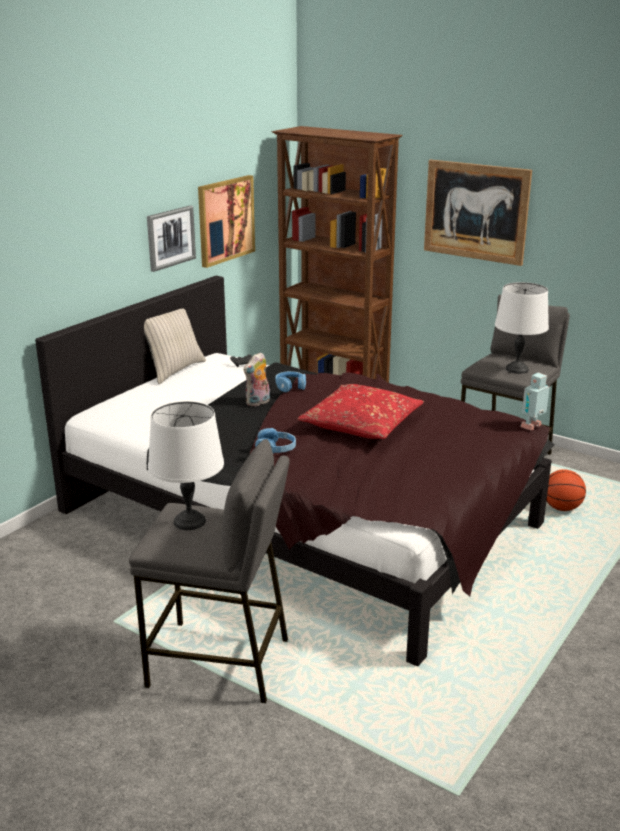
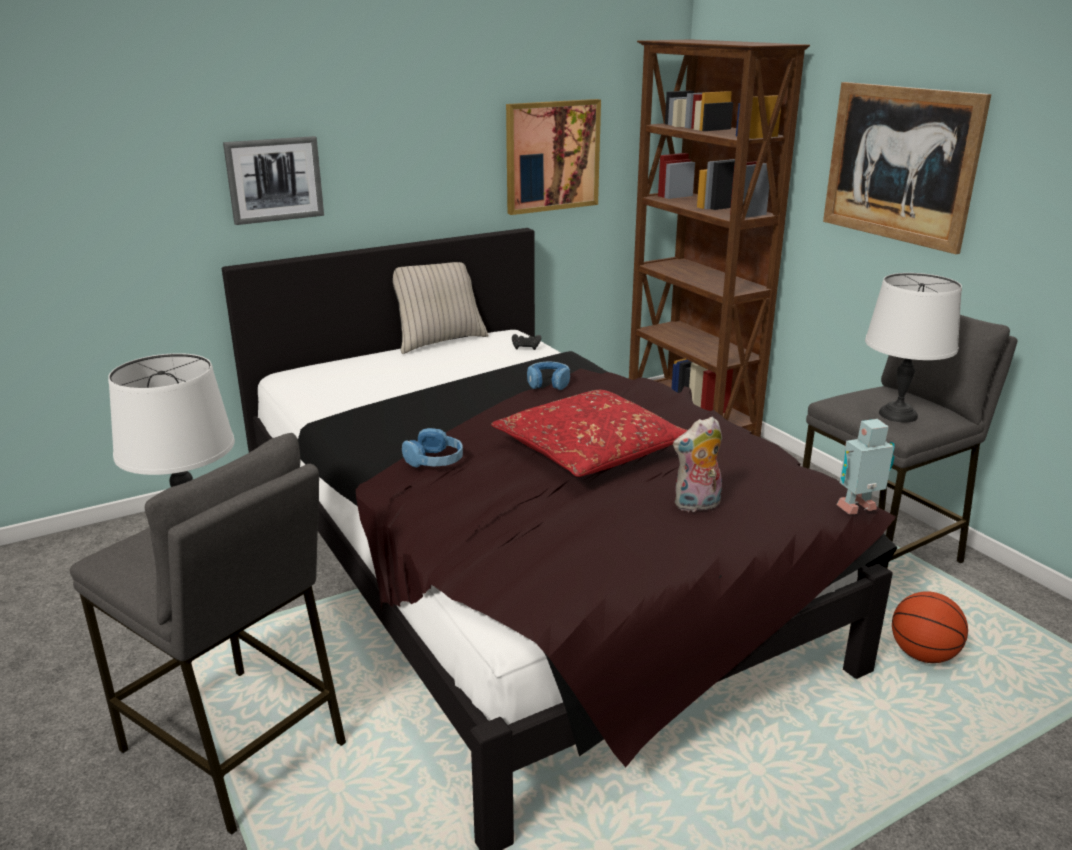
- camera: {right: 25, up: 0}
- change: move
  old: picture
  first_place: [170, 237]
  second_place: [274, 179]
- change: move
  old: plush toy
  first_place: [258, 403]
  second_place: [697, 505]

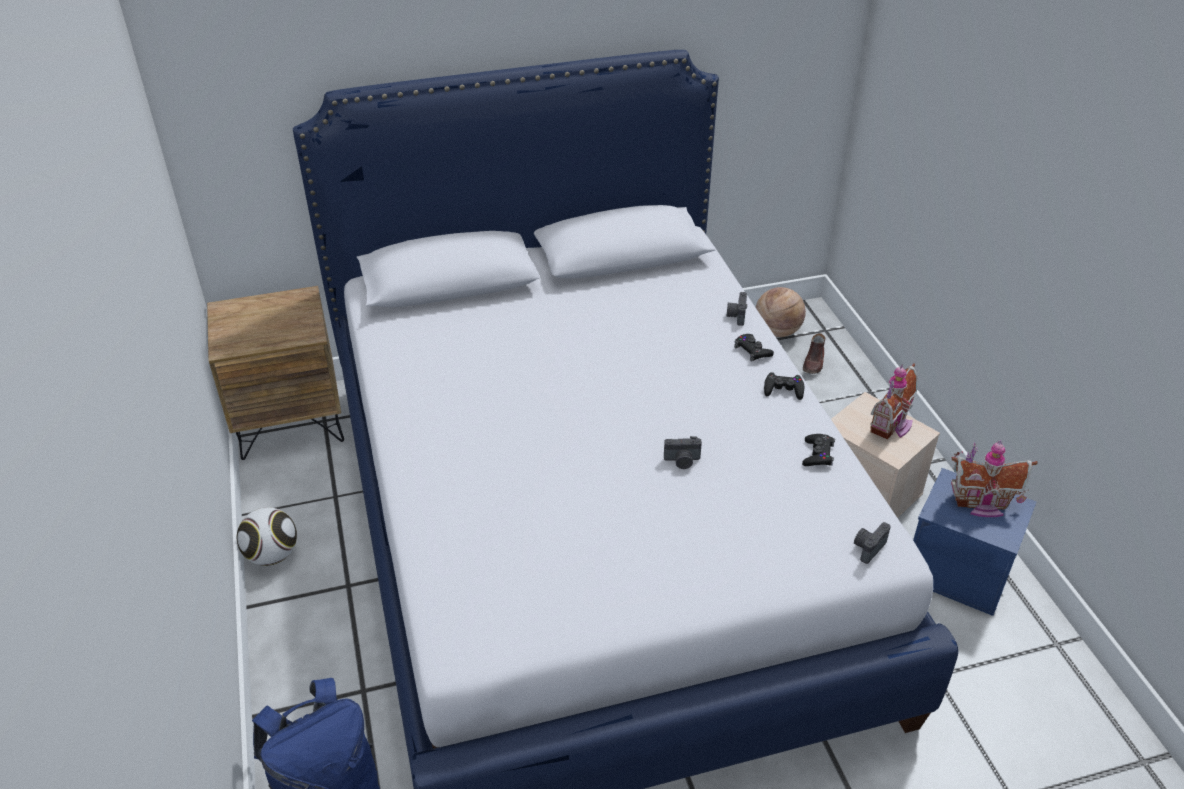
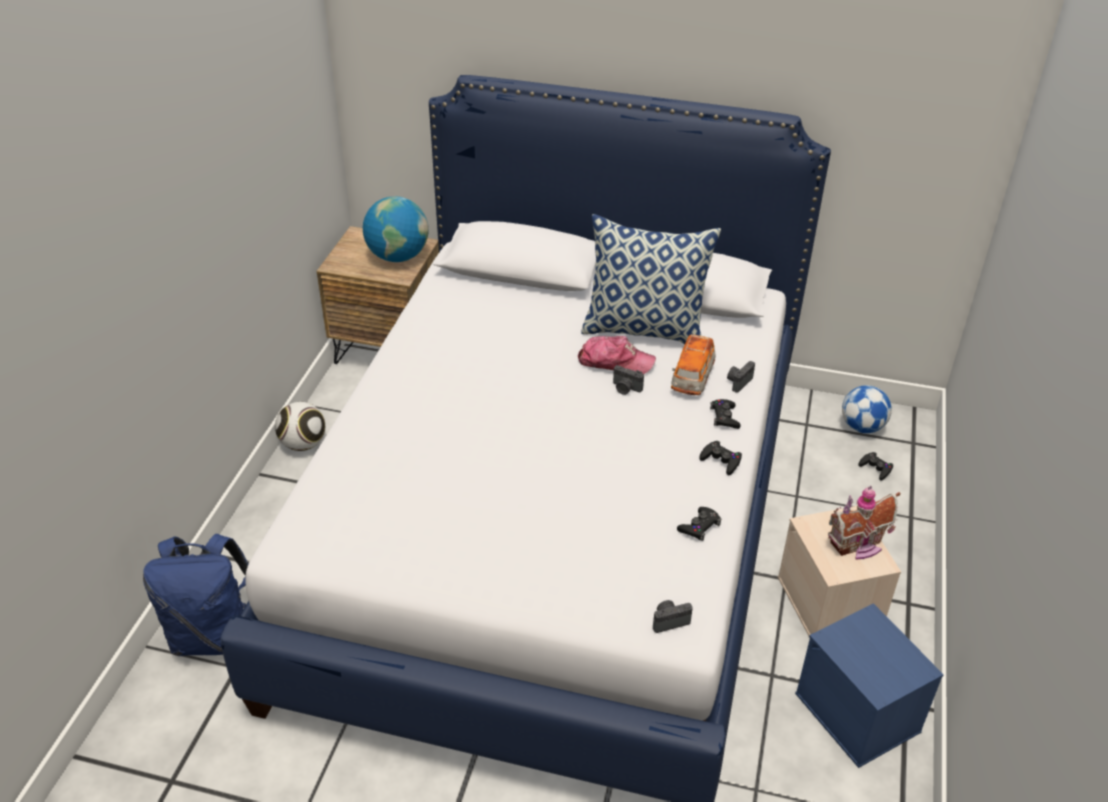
- camera: {right: 30, up: 0}
- change: move
  old: photo camera
  first_place: [682, 461]
  second_place: [625, 388]
- change: replace
  old: basketball
  new: football
  first_place: [777, 332]
  second_place: [862, 427]
- change: replace
  old: brown shoe
  new: black game controller
  first_place: [814, 362]
  second_place: [875, 468]
- change: delete
  old: toy house
  first_place: [981, 504]
- change: insert
  new: globe
  second_place: [398, 256]
- change: insert
  new: cap
  second_place: [615, 362]
- change: insert
  new: pillow
  second_place: [645, 330]
- change: insert
  new: toy car
  second_place: [692, 378]

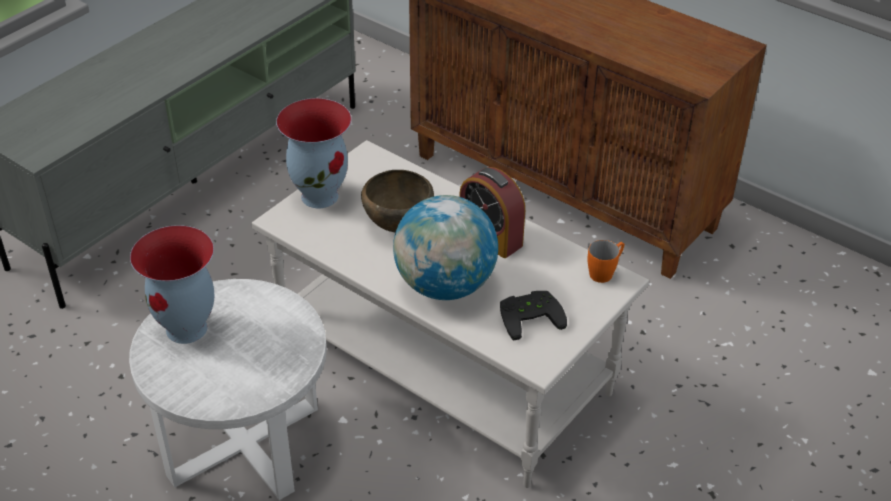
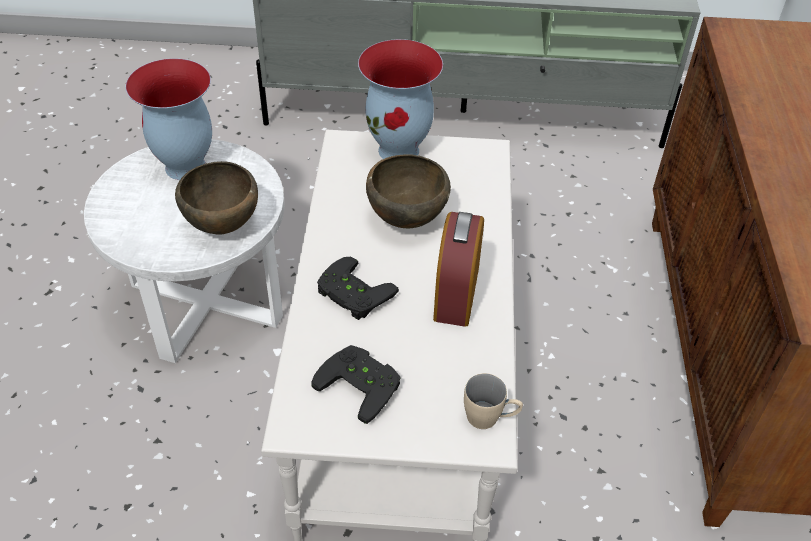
- camera: {right: 55, up: 5}
- change: replace
  old: globe
  new: black game controller
  first_place: [445, 285]
  second_place: [351, 294]
- change: recolor
  old: orange mug
  new: beige mug
  first_place: [605, 272]
  second_place: [490, 418]
- change: insert
  new: brown bowl
  second_place: [223, 226]

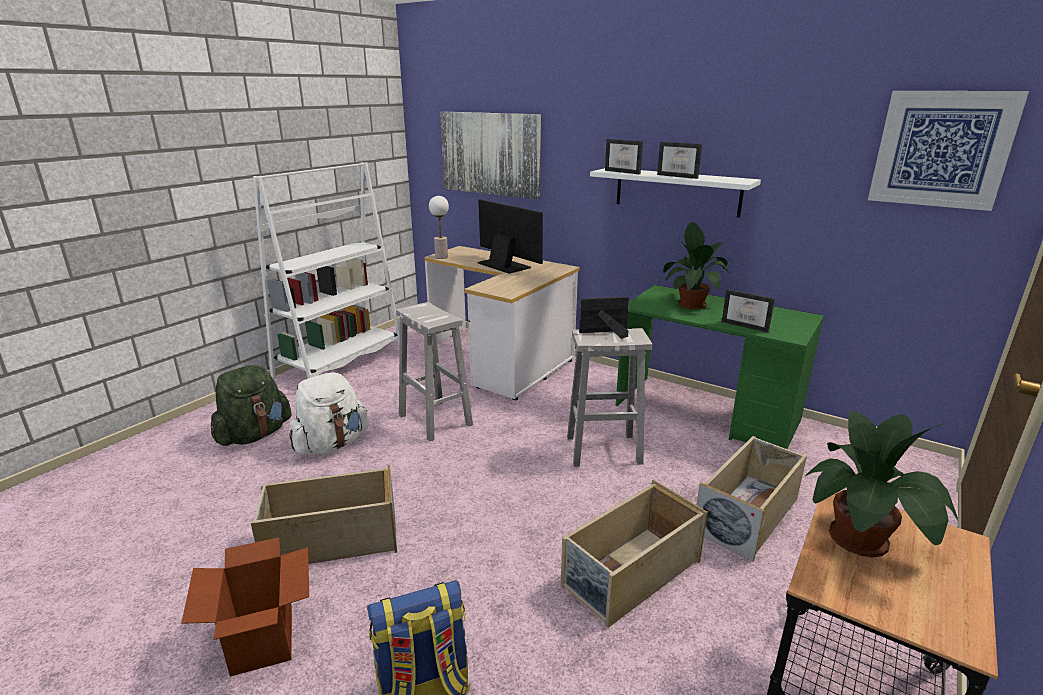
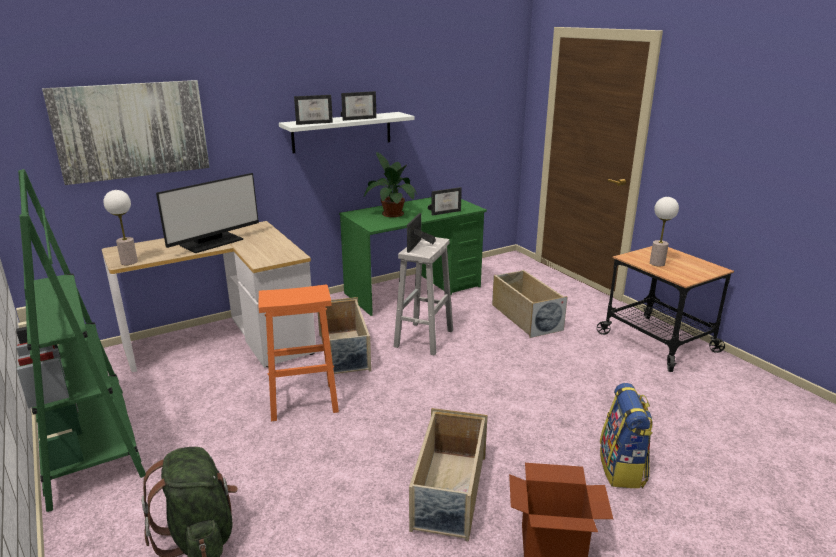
- camera: {right: -65, up: 0}
- change: recolor
  old: white bookcase
  new: green bookcase
  first_place: [341, 364]
  second_place: [90, 444]
- change: delete
  old: white backpack
  first_place: [331, 444]
- change: recolor
  old: white stool
  new: orange stool
  first_place: [434, 419]
  second_place: [302, 402]
- change: rotate
  old: monitor
  first_place: [504, 265]
  second_place: [212, 242]
  degrees: 150
- change: move
  old: beige storage box
  first_place: [630, 574]
  second_place: [345, 353]
- change: replace
  old: potted plant
  new: table lamp
  first_place: [861, 541]
  second_place: [657, 263]
- change: delete
  old: picture
  first_place: [941, 149]

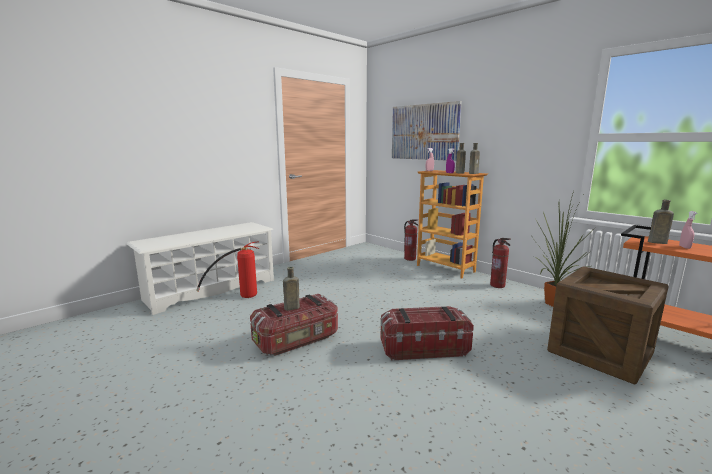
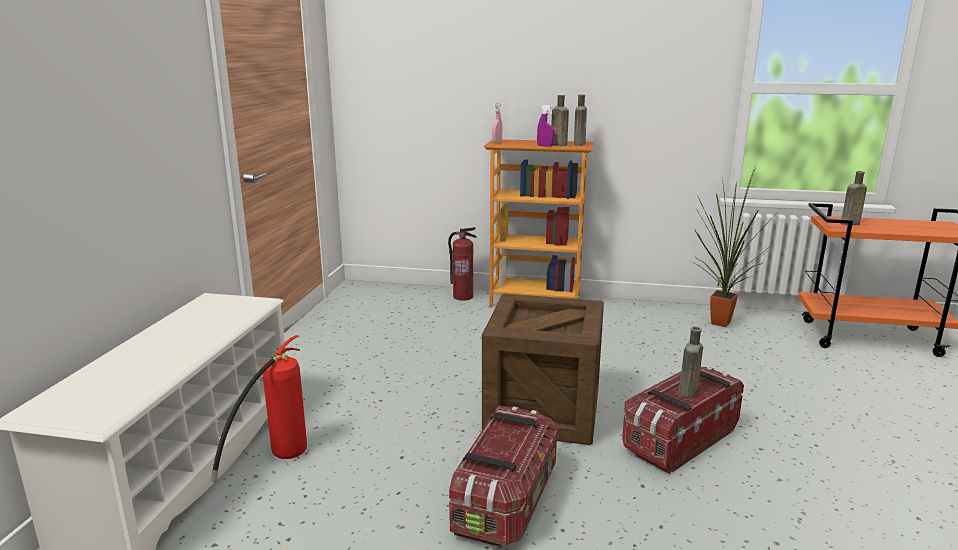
- camera: {right: -35, up: 5}
- change: move
  old: brown bottle
  first_place: [290, 308]
  second_place: [687, 393]
- change: delete
  old: picture
  first_place: [424, 132]
- change: delete
  old: fire extinguisher
  first_place: [497, 285]
- change: move
  old: crate
  first_place: [599, 352]
  second_place: [542, 411]
- change: delete
  old: pink spray bottle
  first_place: [684, 247]

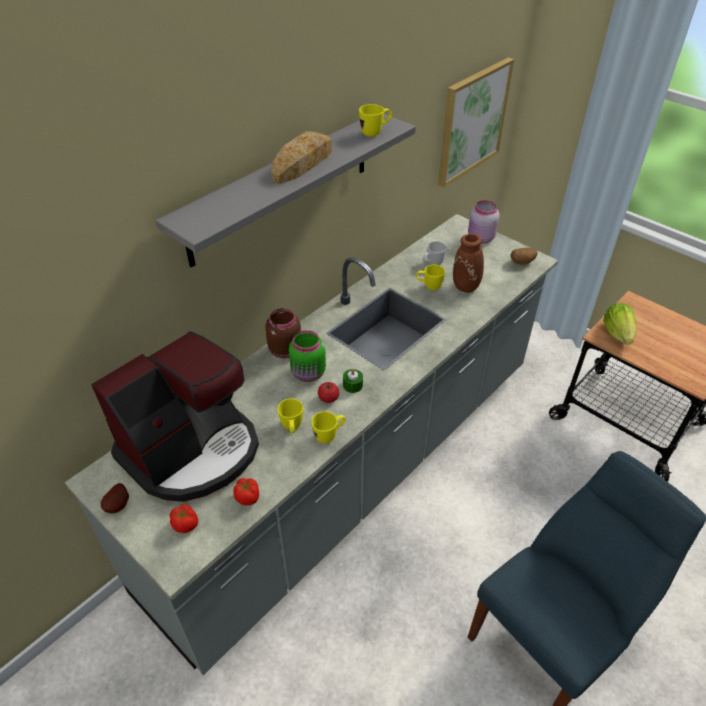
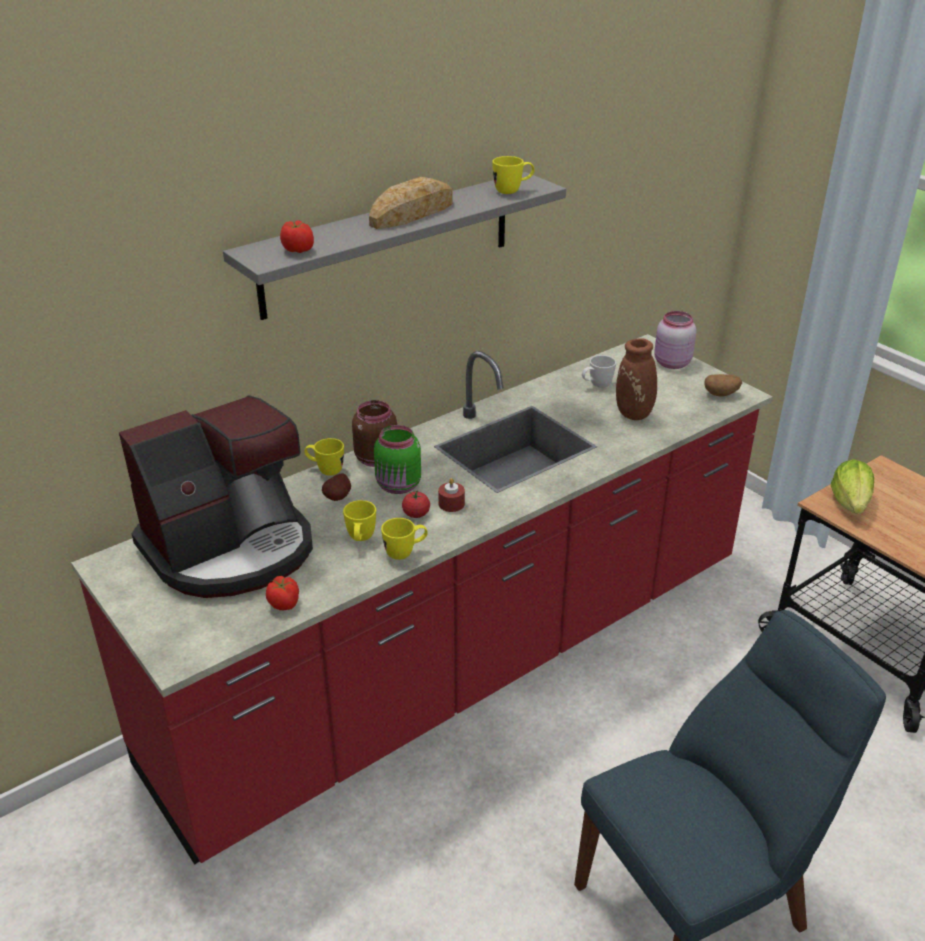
- camera: {right: 10, up: -10}
- change: recolor
  old: grey counter
  new: red counter
  first_place: [352, 471]
  second_place: [462, 661]
- change: move
  old: potato
  first_place: [119, 505]
  second_place: [339, 497]
- change: move
  old: tomato
  first_place: [185, 524]
  second_place: [298, 250]
- change: recolor
  old: green candle
  new: red candle
  first_place: [352, 385]
  second_place: [451, 504]
- change: move
  old: yellow mug
  first_place: [429, 286]
  second_place: [325, 470]
- change: delete
  old: picture
  first_place: [472, 121]

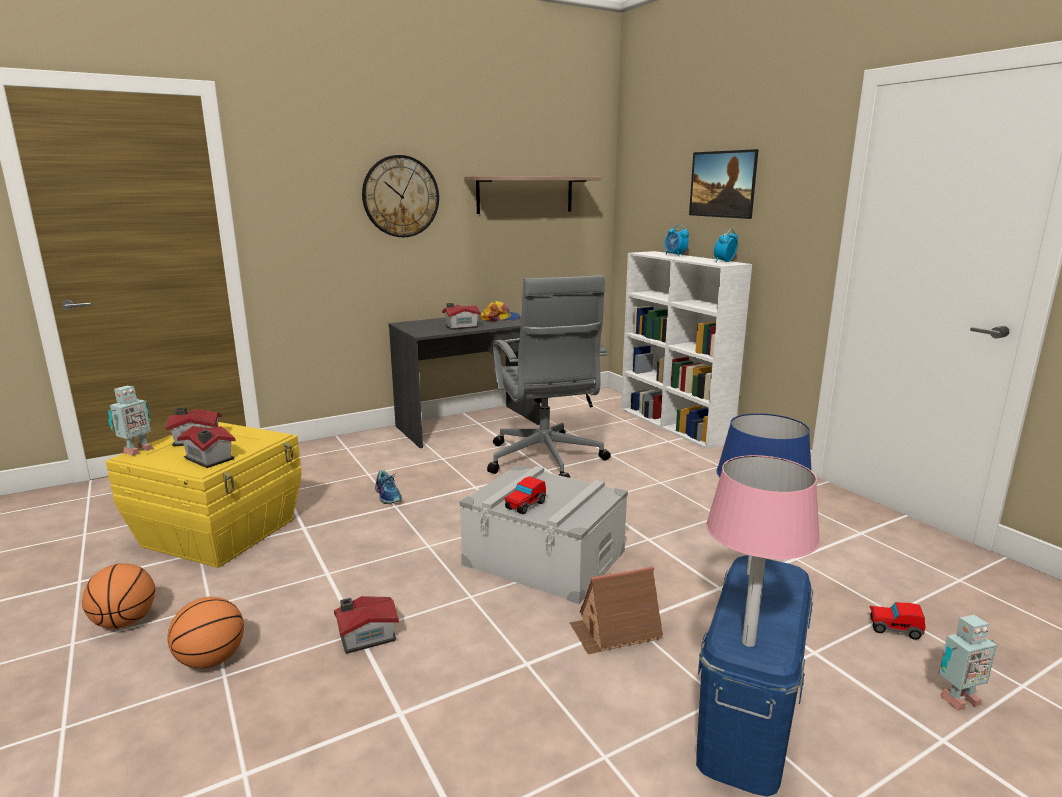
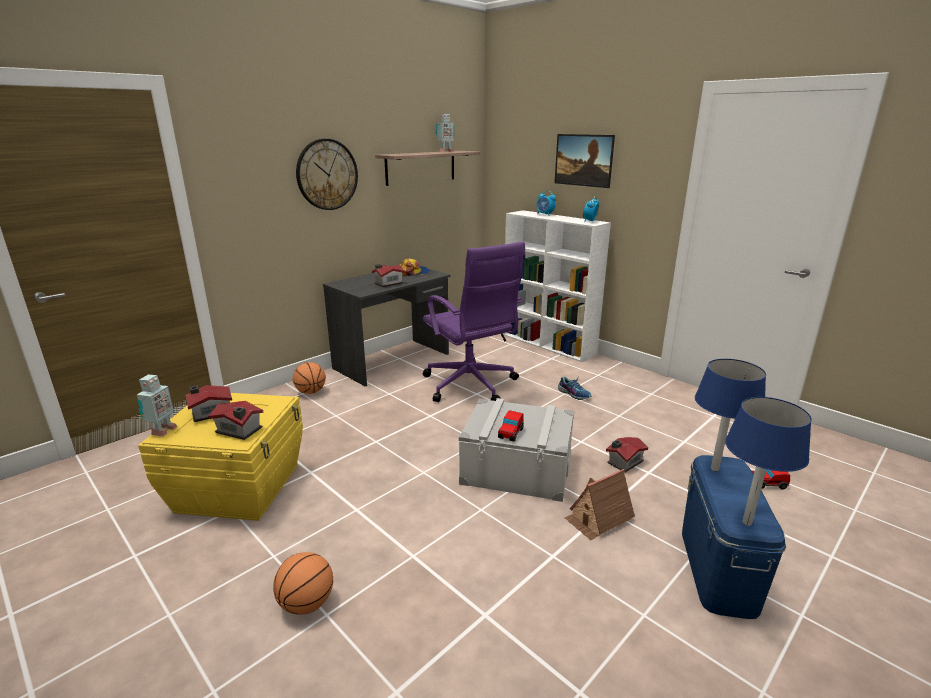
- camera: {right: -15, up: 5}
- change: move
  old: basketball
  first_place: [125, 622]
  second_place: [311, 392]
- change: move
  old: toy house
  first_place: [365, 636]
  second_place: [623, 462]
- change: move
  old: shoe
  first_place: [388, 495]
  second_place: [574, 394]
- change: recolor
  old: grey office chair
  new: purple office chair
  first_place: [545, 460]
  second_place: [471, 386]
- change: recolor
  old: pink table lamp
  new: blue table lamp
  first_place: [749, 642]
  second_place: [747, 522]
- change: move
  old: toy robot
  first_place: [956, 699]
  second_place: [445, 151]

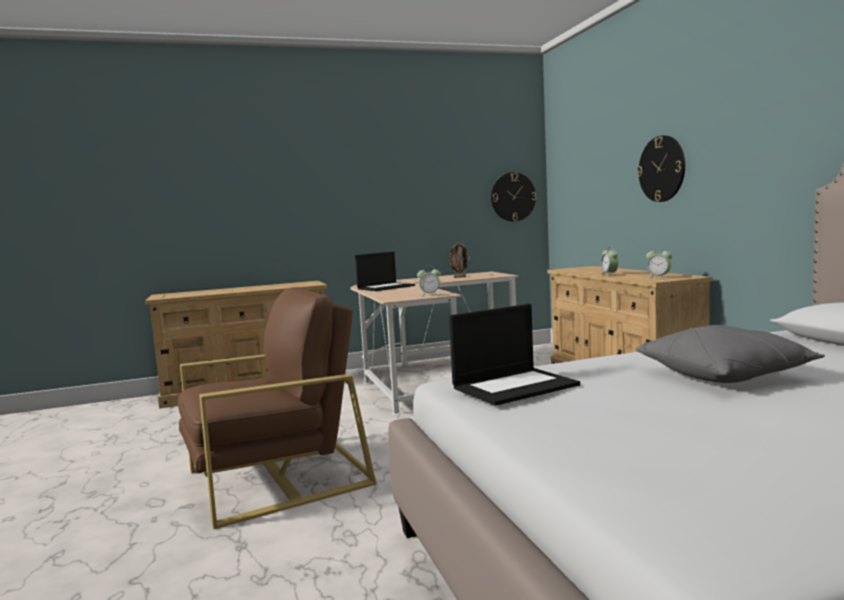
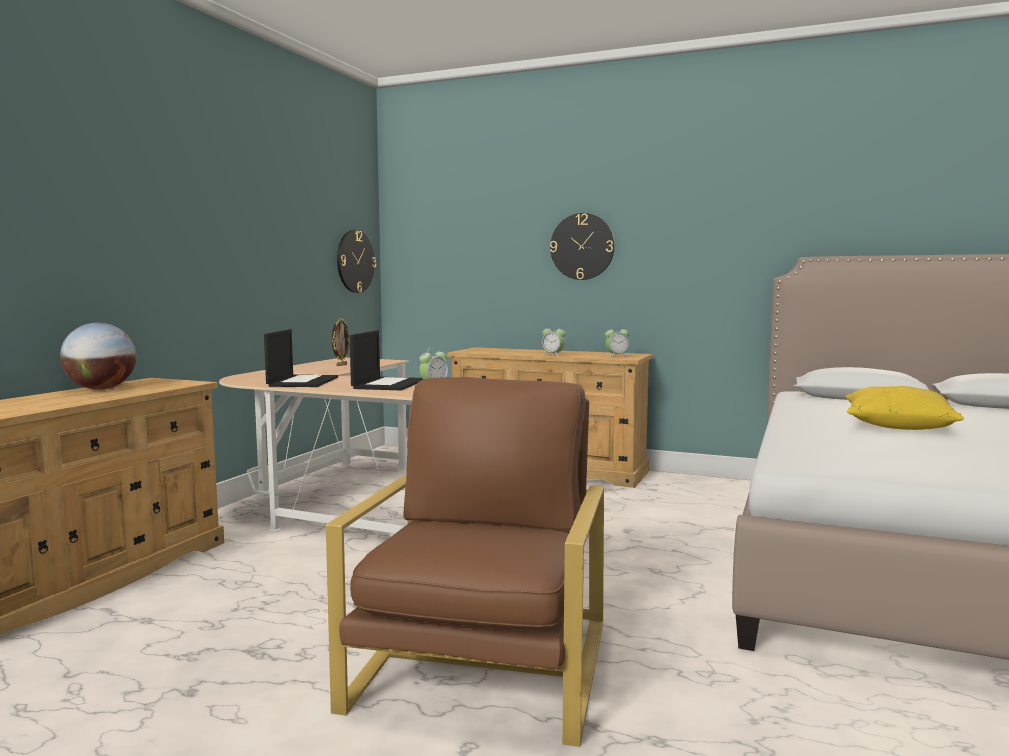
- camera: {right: -50, up: 0}
- change: move
  old: laptop
  first_place: [515, 386]
  second_place: [388, 384]
- change: recolor
  old: grey pillow
  new: yellow pillow
  first_place: [724, 375]
  second_place: [897, 425]
- change: insert
  new: globe
  second_place: [101, 389]

